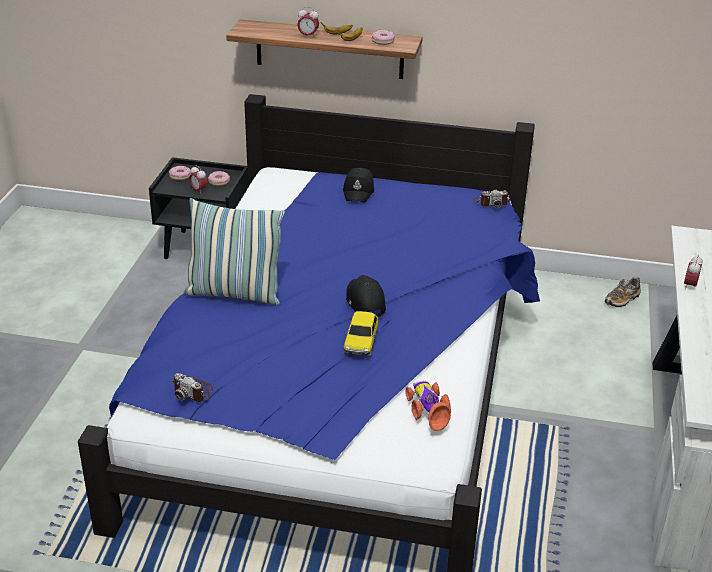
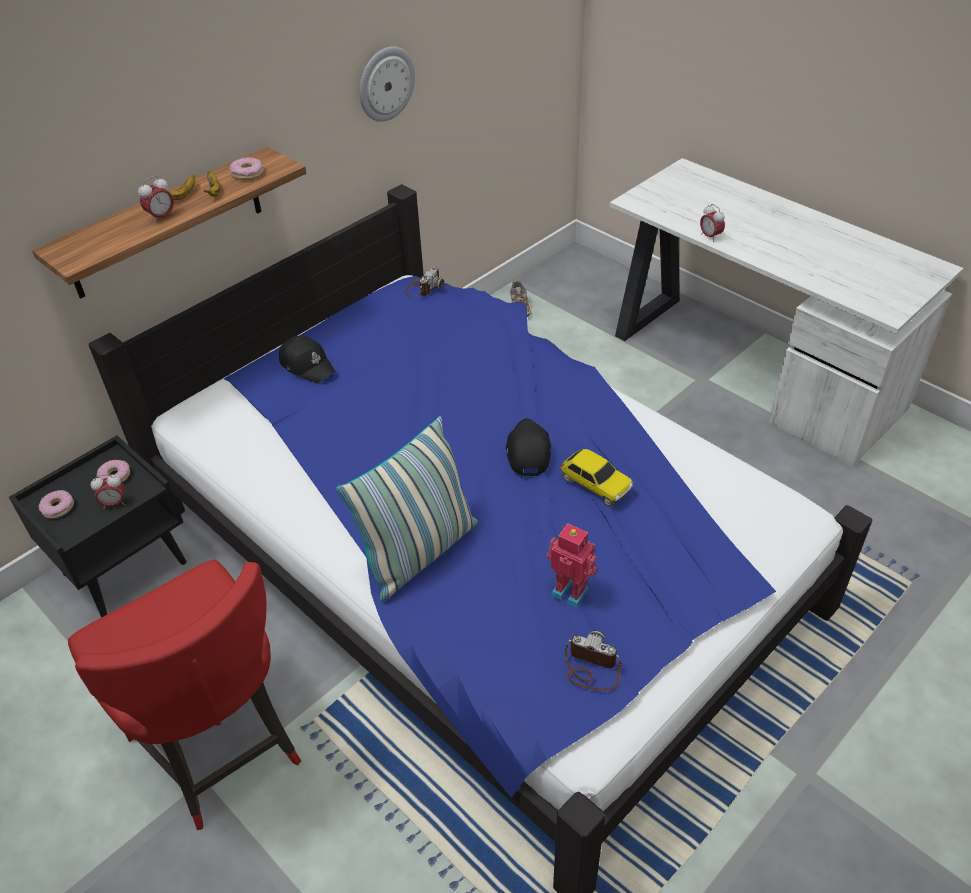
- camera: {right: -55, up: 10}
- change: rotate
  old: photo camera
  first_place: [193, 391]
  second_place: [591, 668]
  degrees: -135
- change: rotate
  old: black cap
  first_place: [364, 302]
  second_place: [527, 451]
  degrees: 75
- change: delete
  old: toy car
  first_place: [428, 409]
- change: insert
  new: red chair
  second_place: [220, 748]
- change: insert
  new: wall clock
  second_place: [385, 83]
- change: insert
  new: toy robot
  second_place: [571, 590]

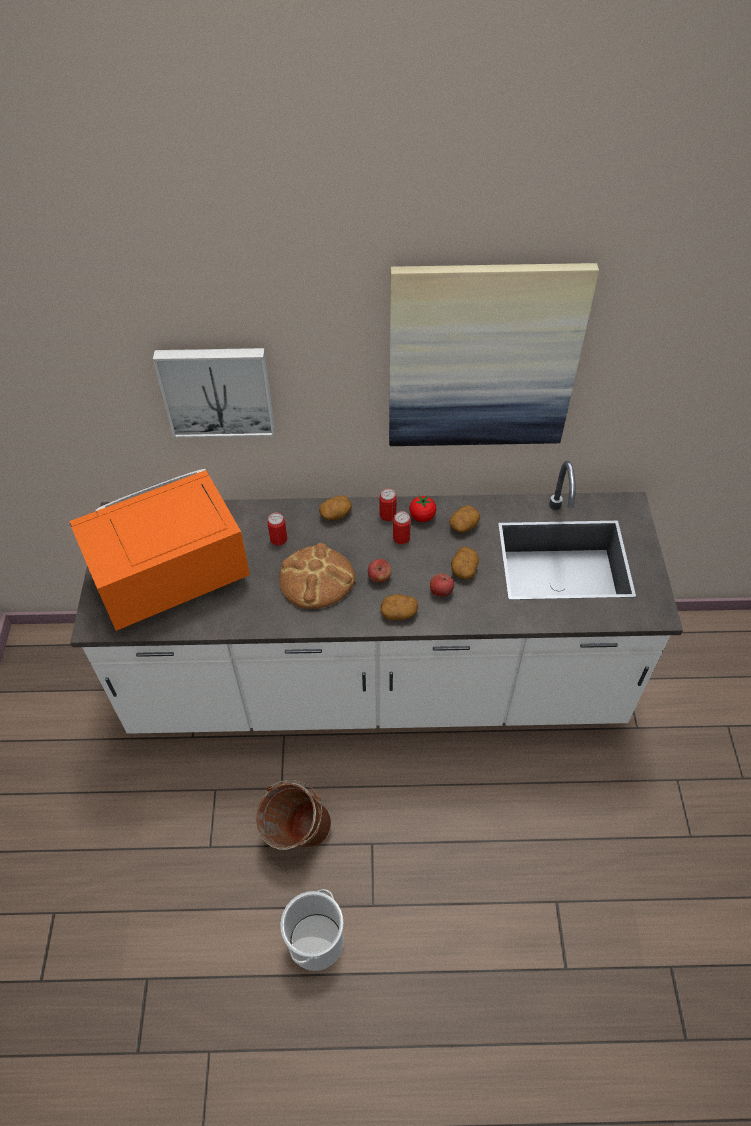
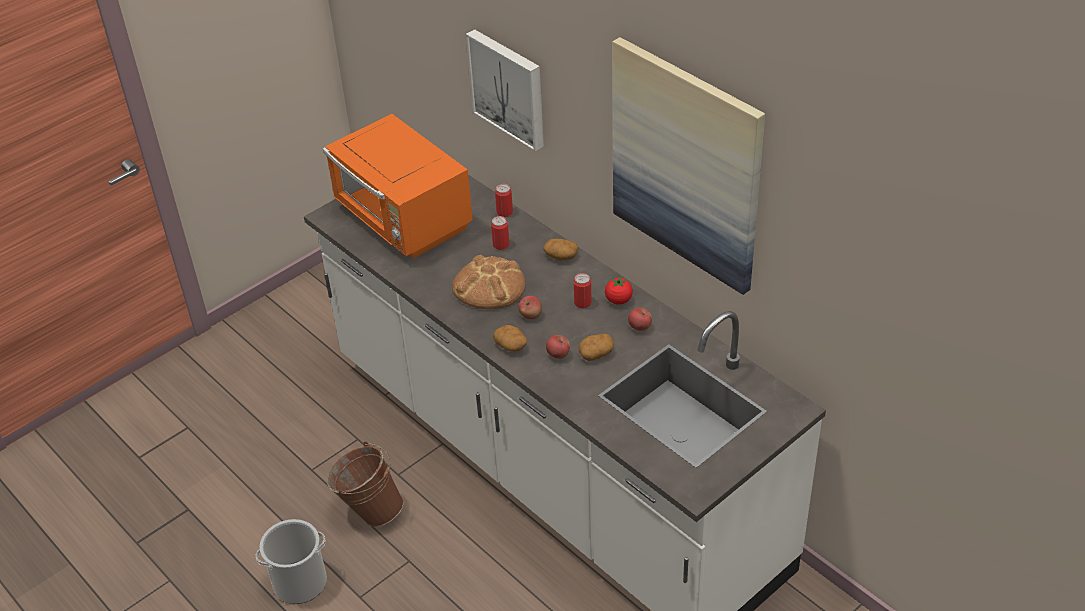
- camera: {right: 50, up: -10}
- change: rotate
  old: orange microwave
  first_place: [169, 578]
  second_place: [403, 220]
  degrees: -150
- change: move
  old: can
  first_place: [387, 515]
  second_place: [504, 212]
- change: replace
  old: potato
  new: apple
  first_place: [464, 525]
  second_place: [639, 327]

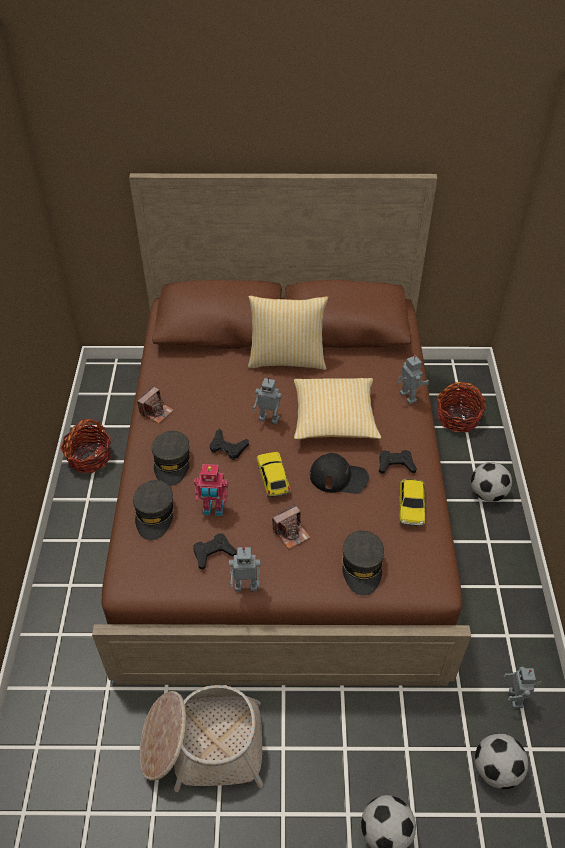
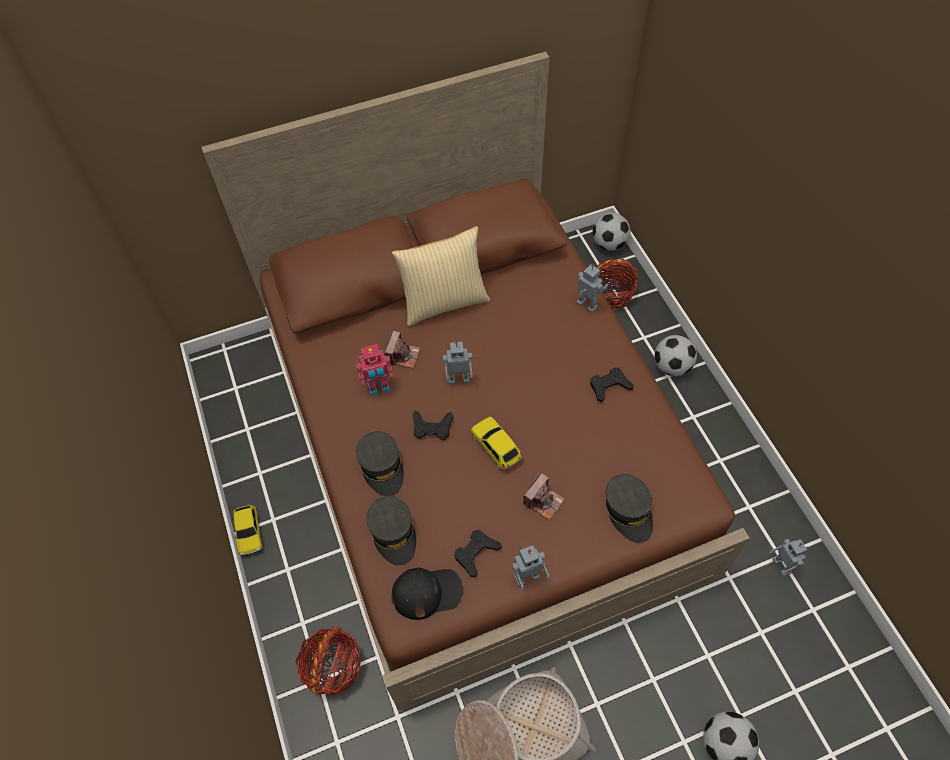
- camera: {right: -20, up: 10}
- change: move
  old: basket
  first_place: [89, 457]
  second_place: [333, 666]
- change: move
  old: photo camera
  first_place: [156, 411]
  second_place: [402, 355]
- change: move
  old: toy robot
  first_place: [213, 509]
  second_place: [378, 388]
- change: delete
  old: pillow
  first_place: [334, 419]
- change: move
  old: black cap
  first_place: [339, 477]
  second_place: [427, 592]
- change: move
  old: toy car
  first_place: [411, 507]
  second_place: [249, 532]
- change: move
  old: football
  first_place: [496, 770]
  second_place: [609, 244]

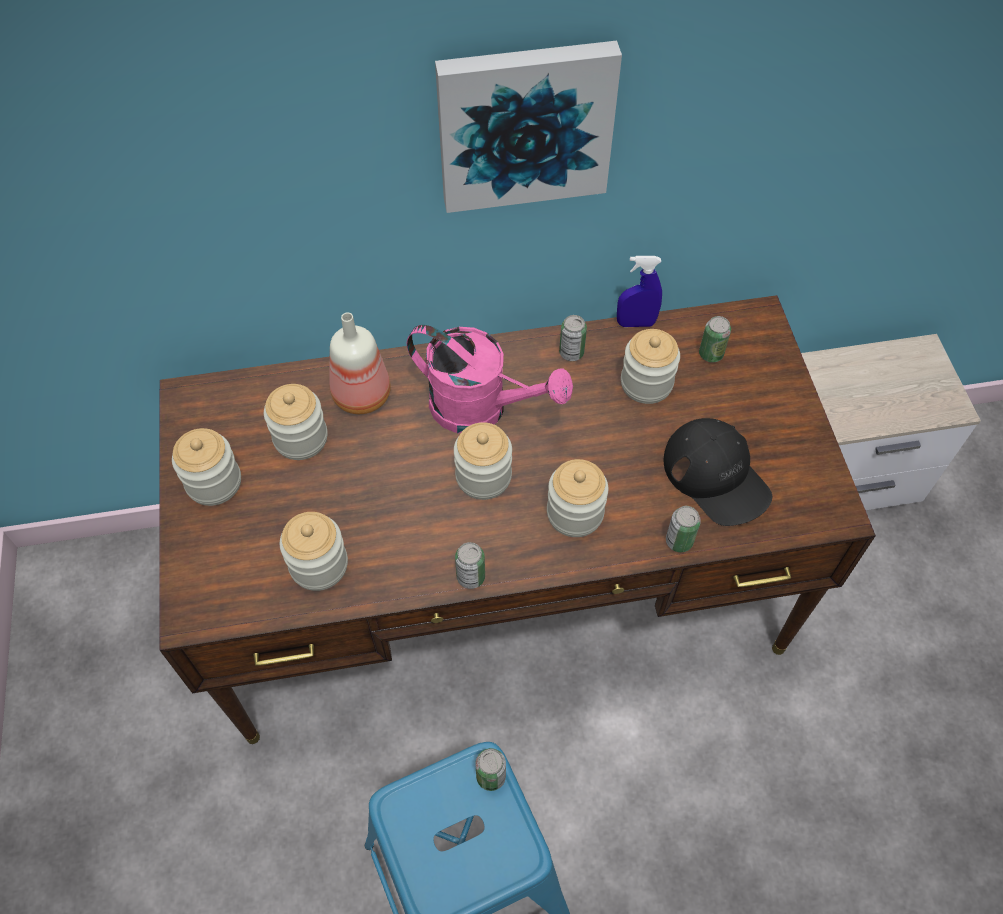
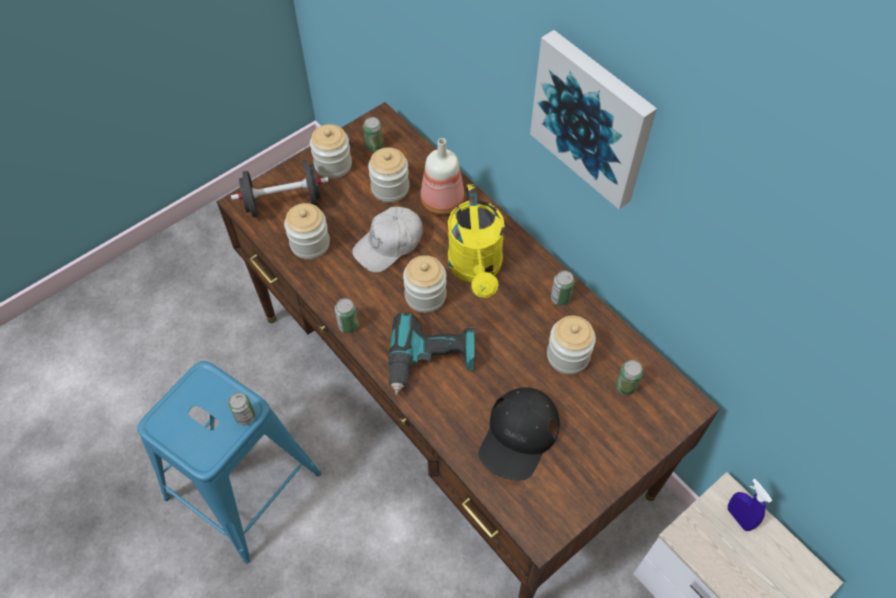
- camera: {right: 60, up: 0}
- change: recolor
  old: pink watering can
  new: yellow watering can
  first_place: [481, 409]
  second_place: [476, 269]
- change: replace
  old: jar
  new: power drill
  first_place: [575, 513]
  second_place: [431, 361]
- change: move
  old: blue spray bottle
  first_place: [635, 323]
  second_place: [738, 517]
- change: move
  old: can
  first_place: [679, 541]
  second_place: [374, 146]
- change: insert
  new: black dumbbell
  second_place: [283, 202]
- change: insert
  new: white cap
  second_place: [389, 244]

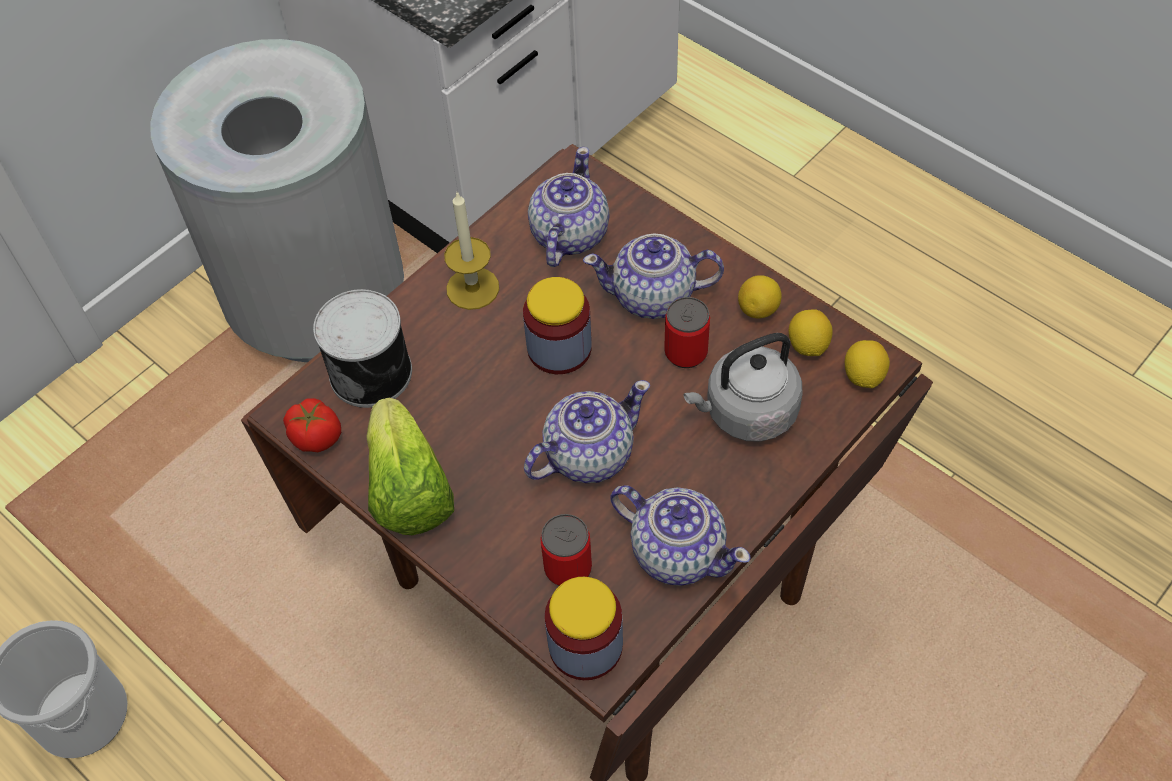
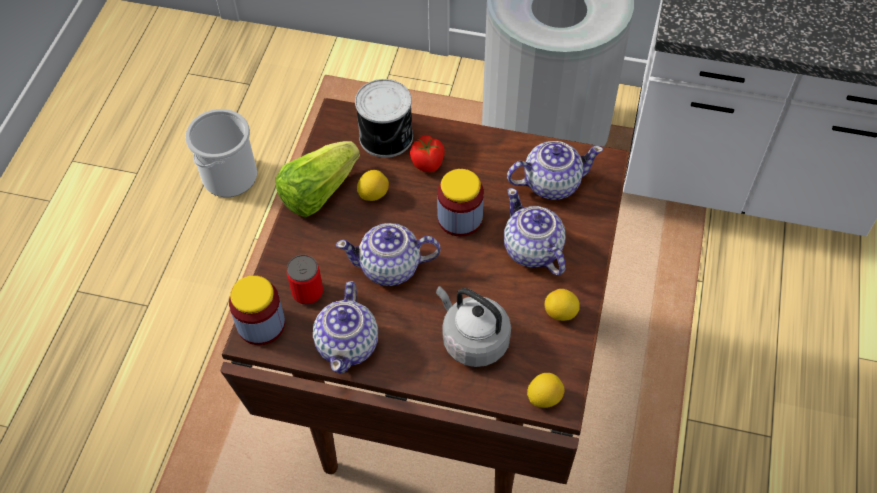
- camera: {right: 60, up: 0}
- change: move
  old: tomato
  first_place: [316, 437]
  second_place: [428, 163]
- change: delete
  old: candle
  first_place: [472, 288]
- change: rotate
  old: teapot
  first_place: [587, 454]
  second_place: [391, 267]
  degrees: 150
- change: delete
  old: can
  first_place: [686, 352]
- change: move
  old: lemon
  first_place: [808, 345]
  second_place: [373, 194]

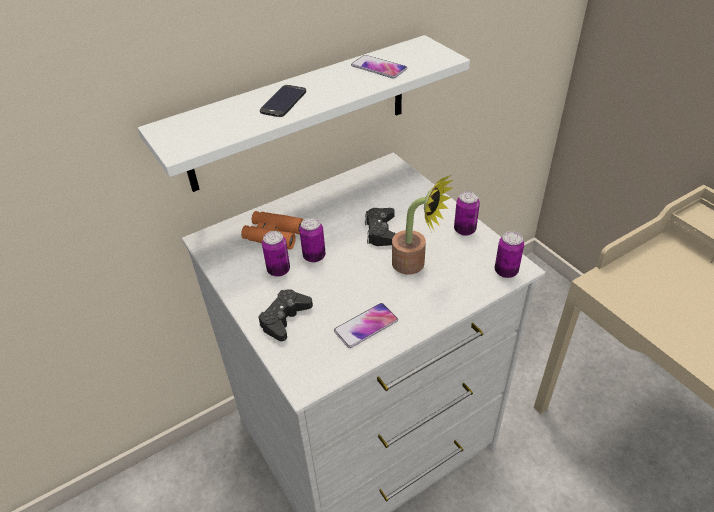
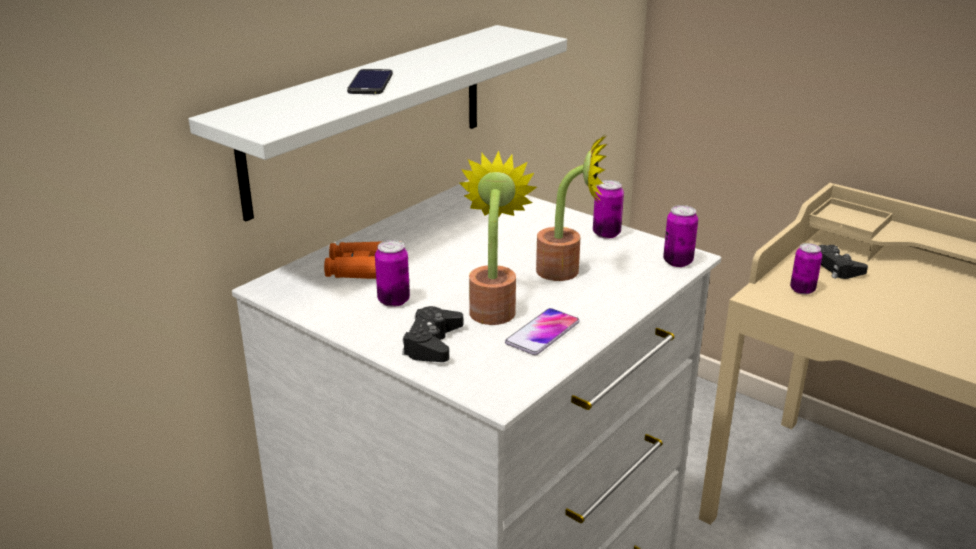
- camera: {right: -20, up: -15}
- change: move
  old: can
  first_place: [314, 256]
  second_place: [802, 290]
- change: delete
  old: phone
  first_place: [378, 68]
- change: move
  old: black game controller
  first_place: [381, 231]
  second_place: [836, 267]
- change: insert
  new: potted plant
  second_place: [493, 307]

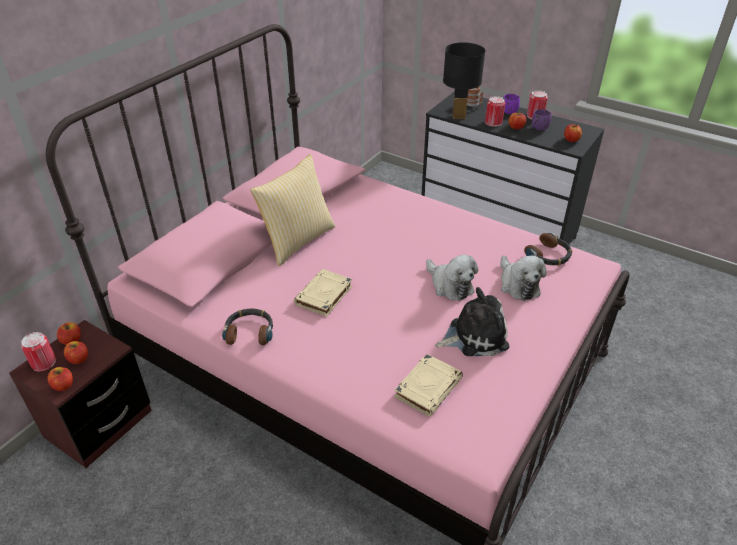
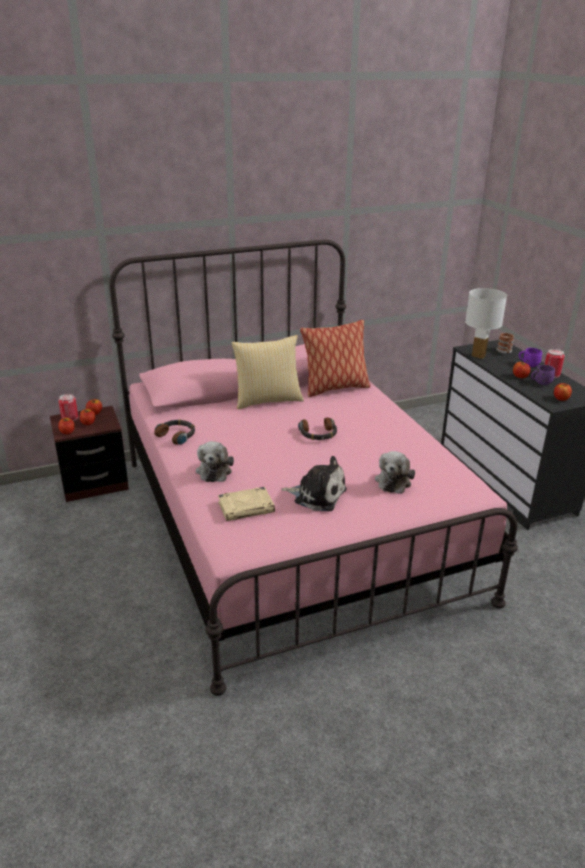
- camera: {right: 35, up: -10}
- change: delete
  old: beige book
  first_place: [323, 296]
- change: move
  old: plush toy
  first_place: [449, 285]
  second_place: [214, 470]
- change: recolor
  old: black table lamp
  new: white table lamp
  first_place: [459, 116]
  second_place: [479, 356]
- change: delete
  old: can
  first_place: [493, 122]
- change: move
  old: headphones
  first_place: [549, 256]
  second_place: [318, 434]
- change: insert
  new: pillow
  second_place: [335, 388]

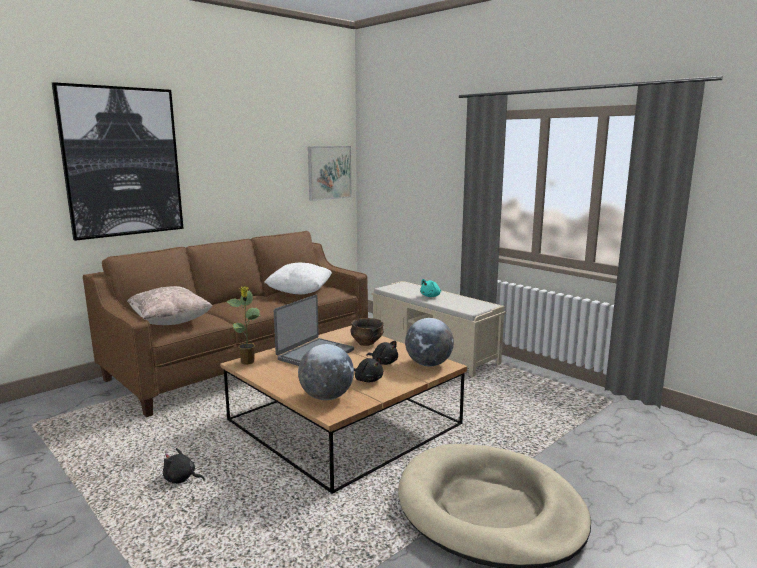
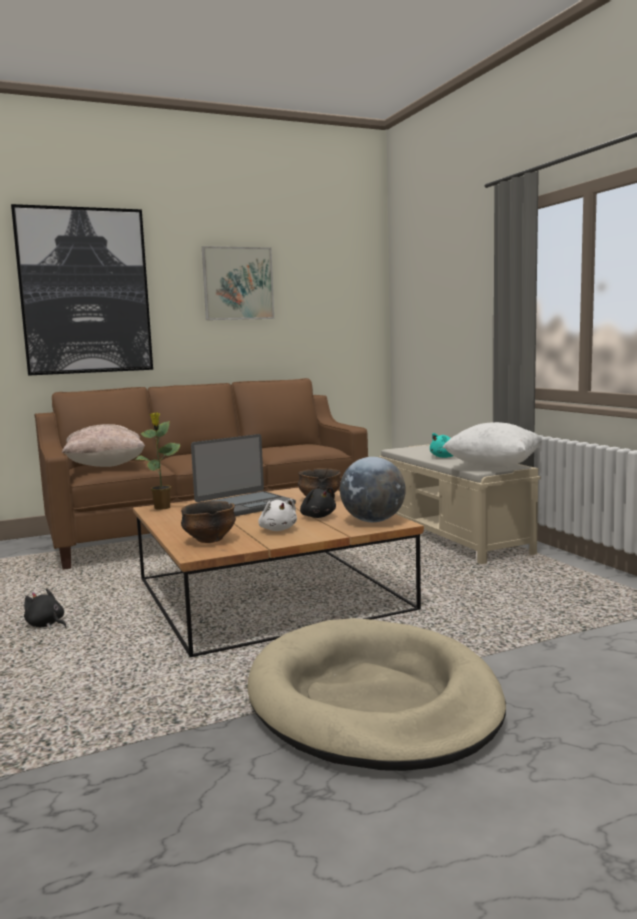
- camera: {right: 20, up: -5}
- change: move
  old: white pillow
  first_place: [300, 292]
  second_place: [494, 466]
- change: replace
  old: globe
  new: bowl
  first_place: [326, 397]
  second_place: [209, 540]
- change: move
  old: picture
  first_place: [329, 172]
  second_place: [238, 283]
- change: recolor
  old: black plush toy
  new: white plush toy
  first_place: [368, 380]
  second_place: [278, 529]

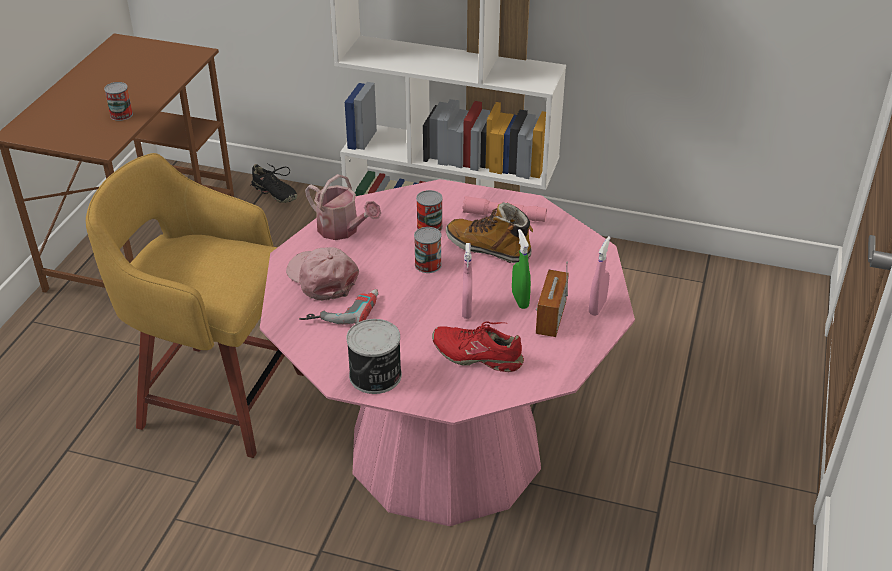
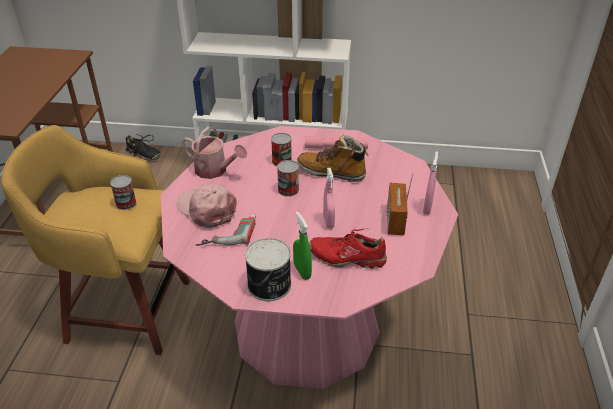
- camera: {right: -10, up: 0}
- change: move
  old: can
  first_place: [121, 115]
  second_place: [126, 203]
- change: move
  old: green spray bottle
  first_place: [520, 300]
  second_place: [302, 271]

